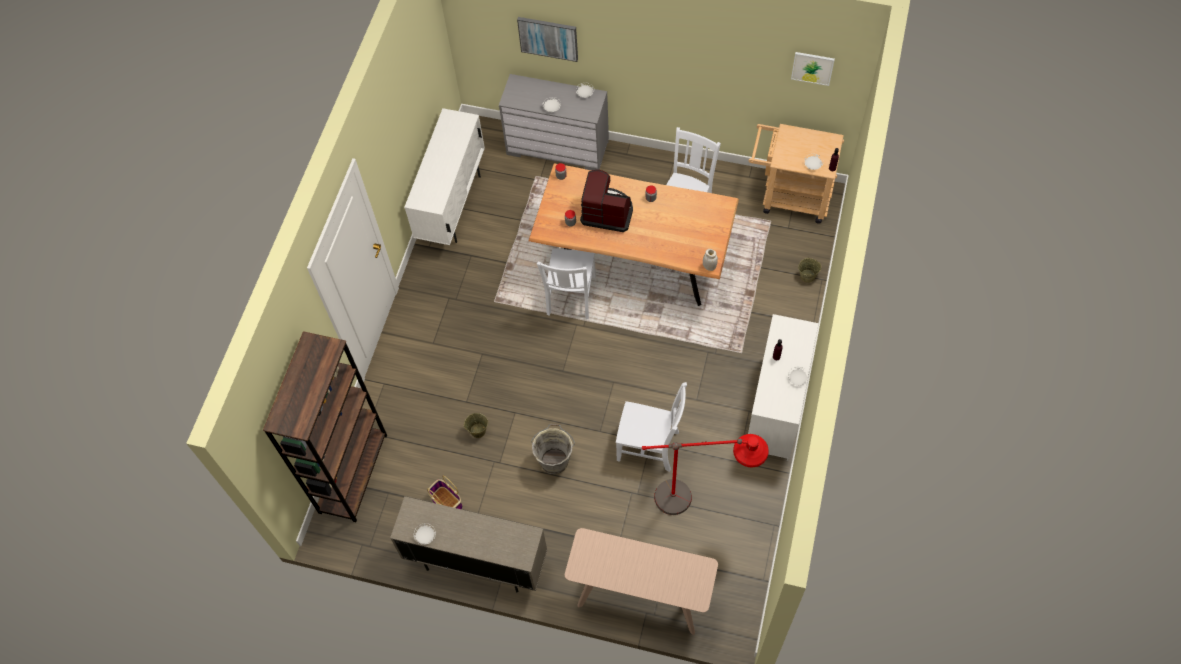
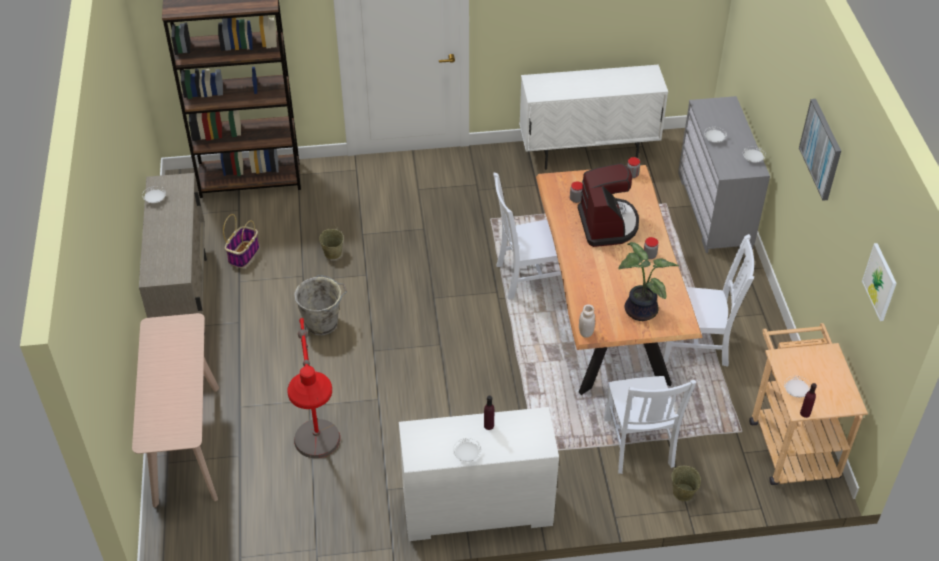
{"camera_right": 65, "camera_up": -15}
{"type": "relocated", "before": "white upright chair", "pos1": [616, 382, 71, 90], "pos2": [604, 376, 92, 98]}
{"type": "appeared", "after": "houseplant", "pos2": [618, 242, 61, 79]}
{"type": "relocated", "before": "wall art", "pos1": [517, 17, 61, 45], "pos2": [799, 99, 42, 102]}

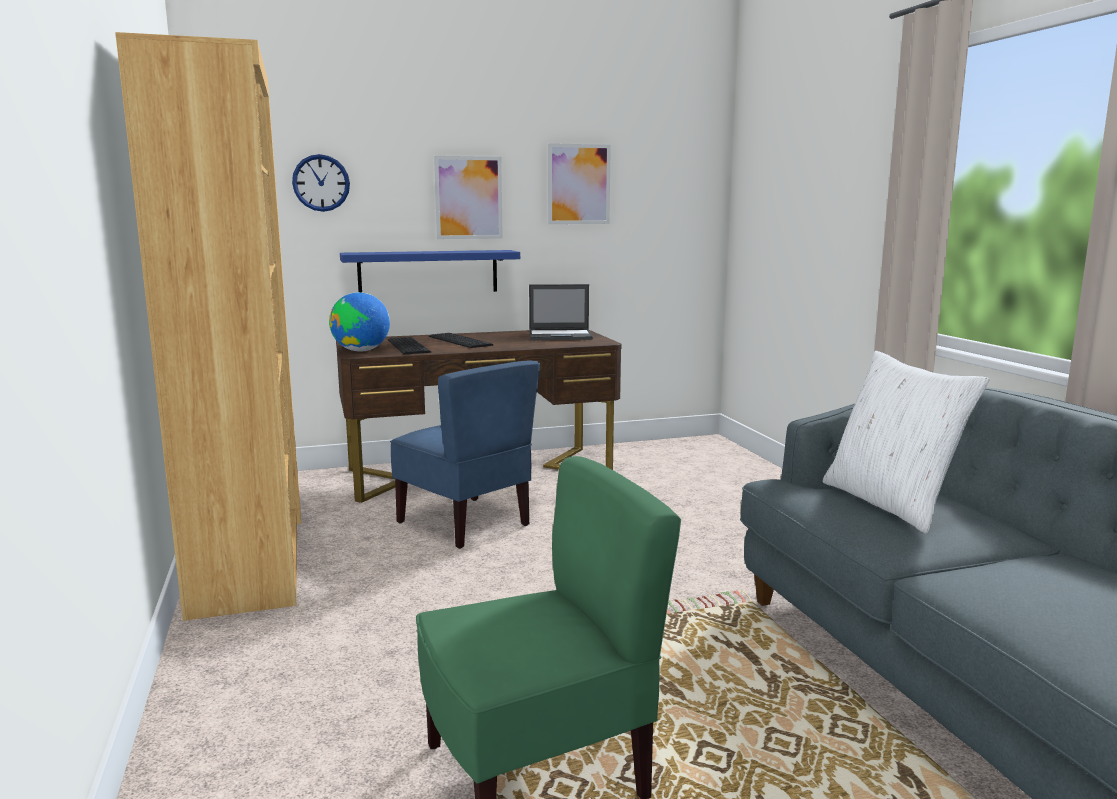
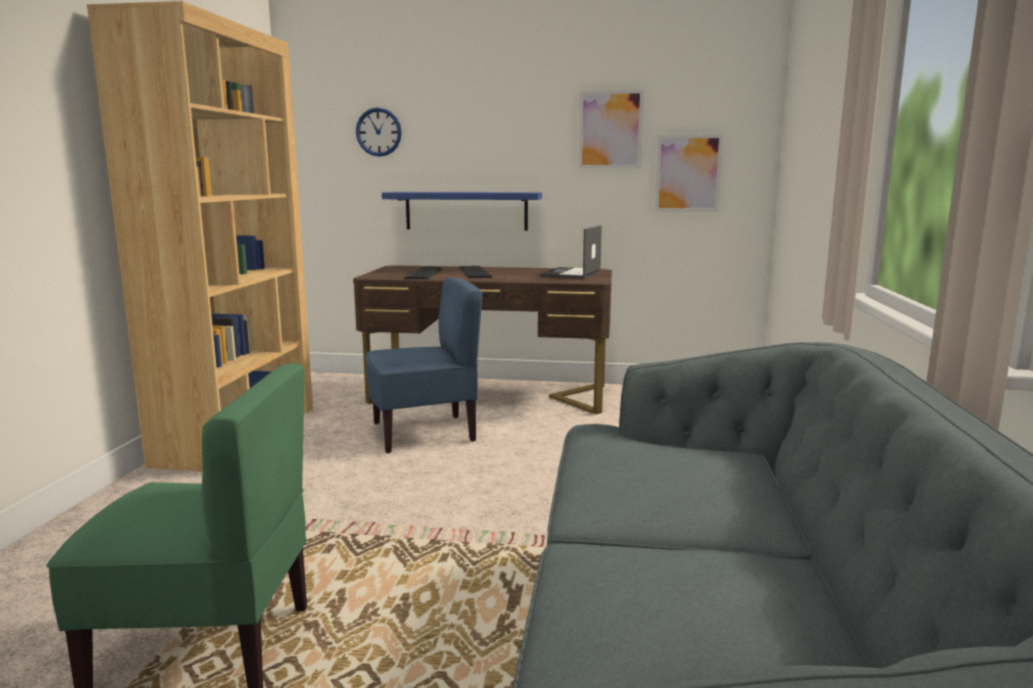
{"camera_right": 25, "camera_up": 0}
{"type": "spun", "before": "bluish upright chair", "pos1": [390, 360, 150, 189], "pos2": [366, 277, 116, 177], "turn": -90}
{"type": "spun", "before": "notebook computer", "pos1": [529, 284, 64, 56], "pos2": [540, 225, 62, 54], "turn": 90}
{"type": "relocated", "before": "wall art", "pos1": [434, 156, 69, 83], "pos2": [655, 134, 68, 78]}
{"type": "missing", "before": "desk globe", "pos1": [329, 292, 61, 60]}
{"type": "missing", "before": "white cushion", "pos1": [823, 351, 167, 183]}

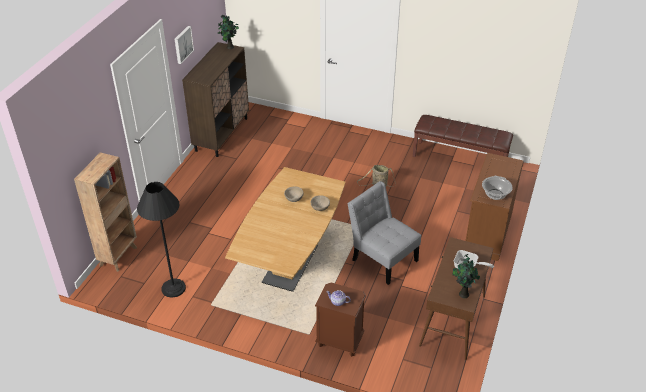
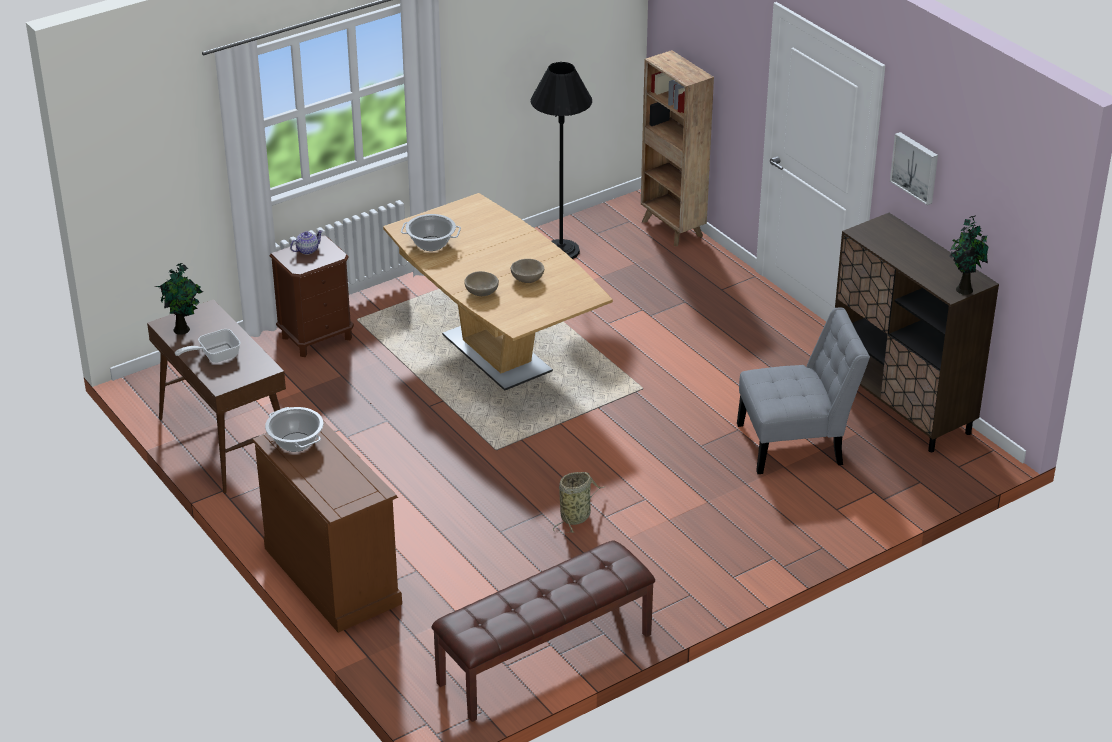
{"camera_right": 125, "camera_up": -5}
{"type": "appeared", "after": "cooking pot", "pos2": [401, 214, 60, 37]}
{"type": "relocated", "before": "greyish upright chair", "pos1": [347, 181, 74, 104], "pos2": [737, 308, 133, 166]}

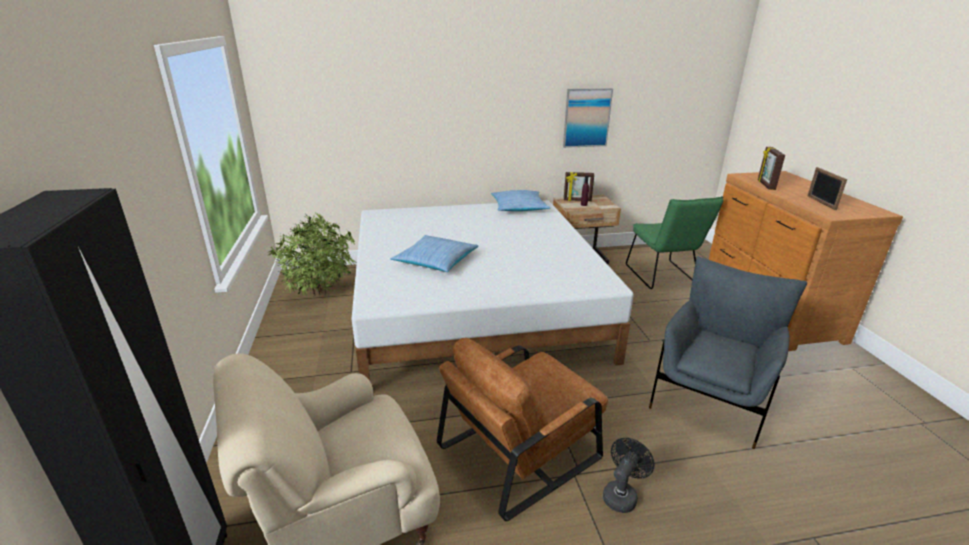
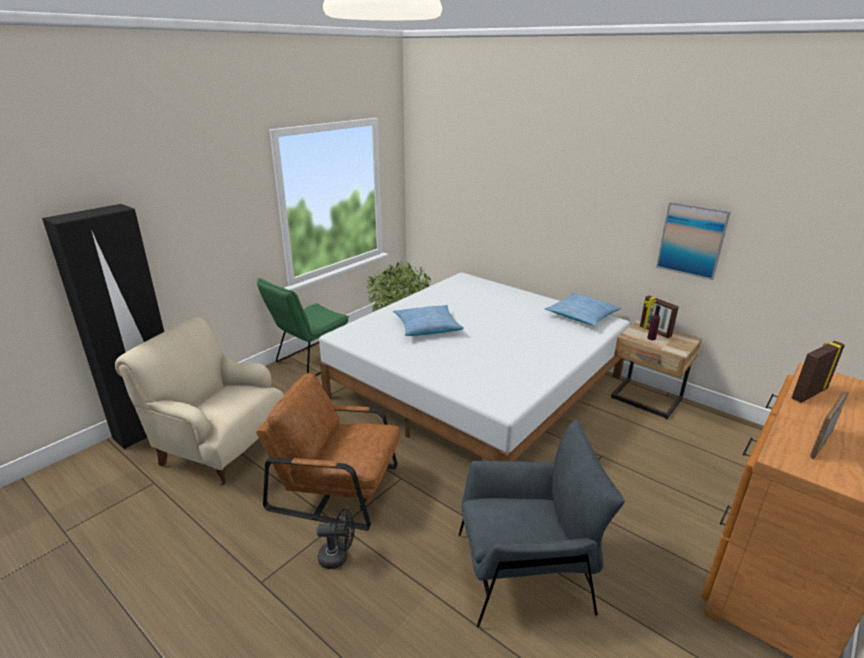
{"camera_right": 50, "camera_up": 0}
{"type": "relocated", "before": "green upright chair", "pos1": [626, 196, 98, 93], "pos2": [257, 278, 92, 98]}

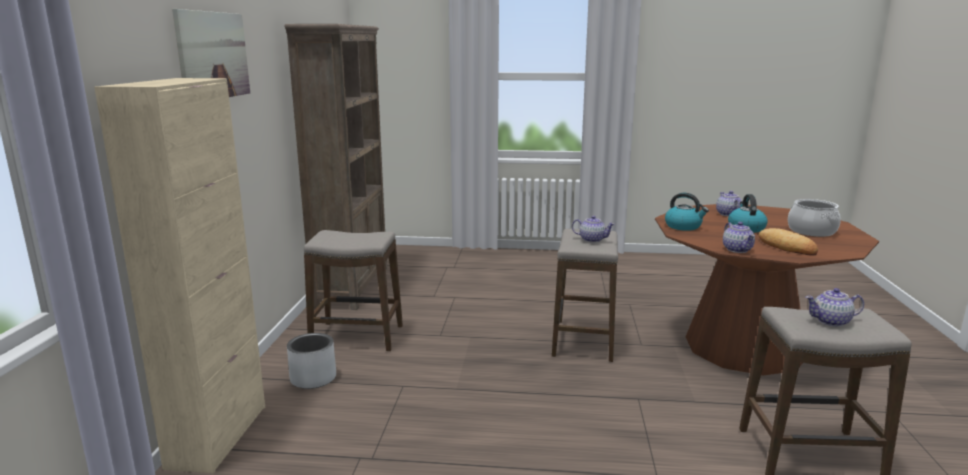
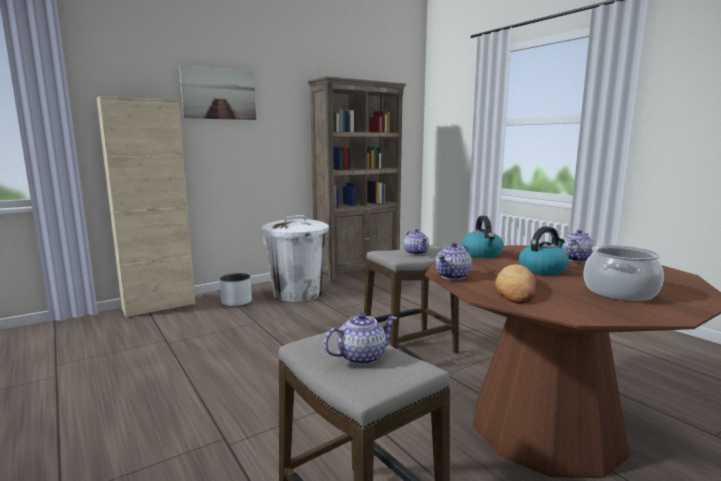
{"camera_right": 50, "camera_up": -5}
{"type": "exchanged", "before": "sitting stool", "after": "white trash can", "pos1": [304, 230, 99, 122], "pos2": [262, 215, 67, 87]}
{"type": "spun", "before": "pot for tea", "pos1": [806, 288, 58, 39], "pos2": [324, 313, 73, 52], "turn": 105}

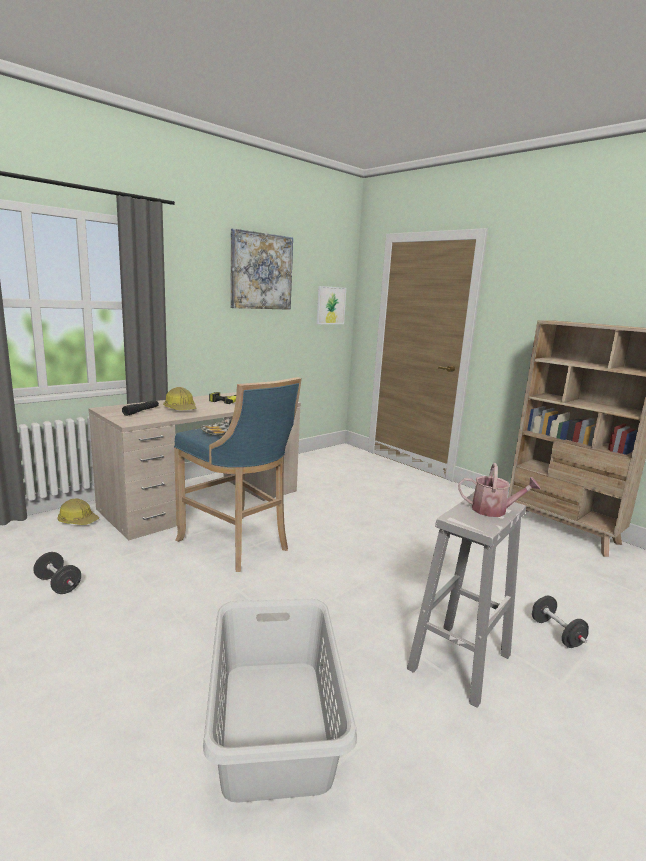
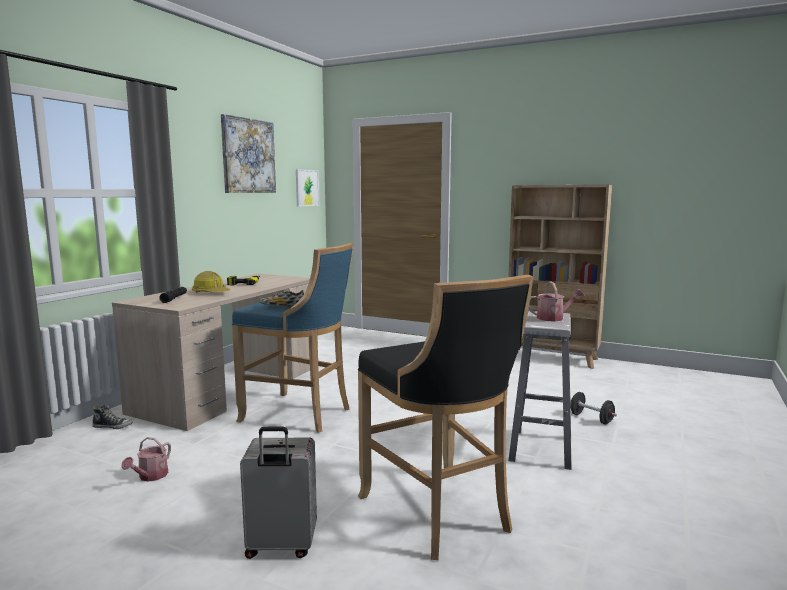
{"camera_right": -20, "camera_up": -5}
{"type": "exchanged", "before": "hard hat", "after": "low shoe", "pos1": [57, 499, 42, 26], "pos2": [92, 404, 41, 25]}
{"type": "exchanged", "before": "blackish dumbbell", "after": "sprinkling can", "pos1": [33, 552, 48, 42], "pos2": [121, 437, 50, 45]}
{"type": "appeared", "after": "greyish piece of luggage", "pos2": [240, 427, 77, 132]}
{"type": "exchanged", "before": "greyish hamper", "after": "blackish sitting stool", "pos1": [203, 599, 154, 204], "pos2": [358, 275, 176, 285]}

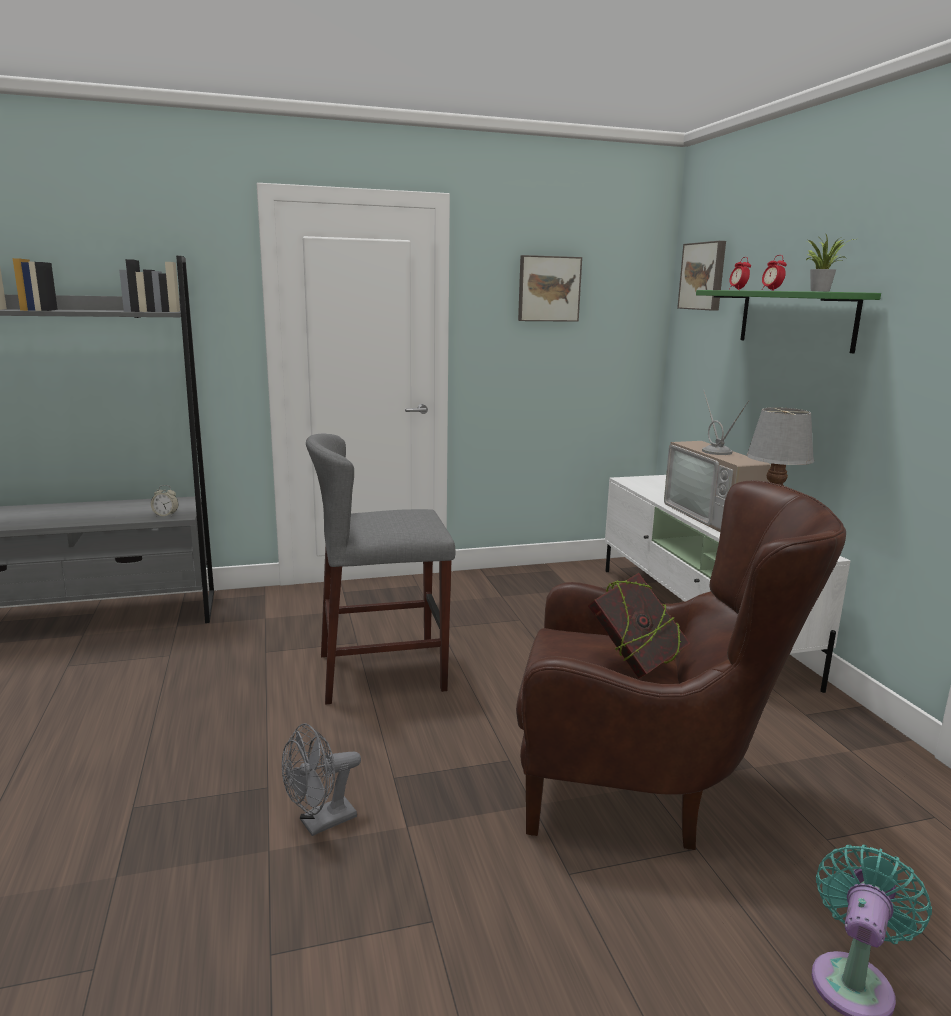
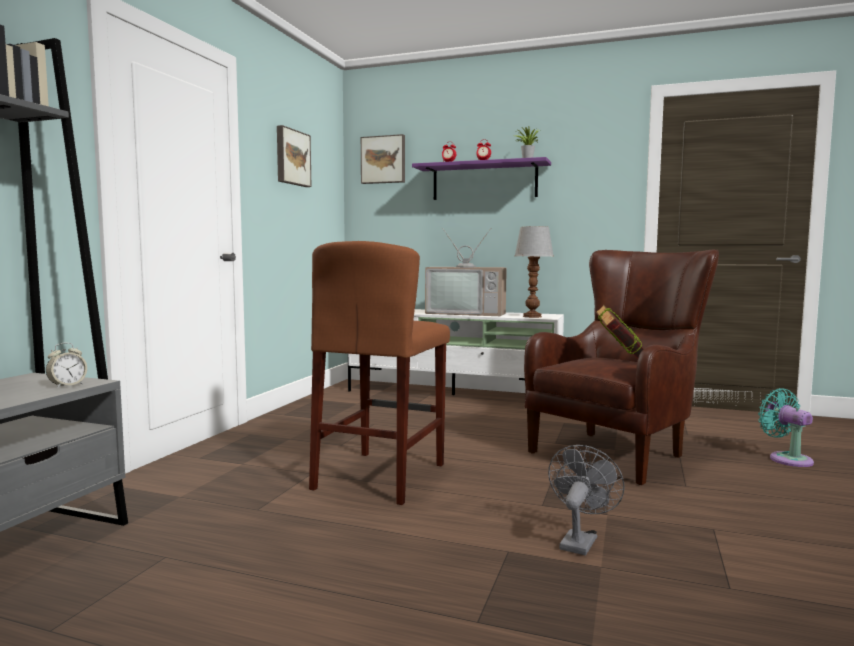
{"camera_right": -55, "camera_up": -10}
{"type": "colour", "before": "greyish sitting stool", "after": "brown sitting stool", "pos1": [306, 434, 149, 270], "pos2": [309, 241, 141, 264]}
{"type": "colour", "before": "green shelf", "after": "purple-coloured shelf", "pos1": [696, 290, 185, 63], "pos2": [412, 157, 139, 43]}
{"type": "spun", "before": "greyish electric fan", "pos1": [282, 724, 79, 112], "pos2": [548, 445, 77, 111], "turn": -150}

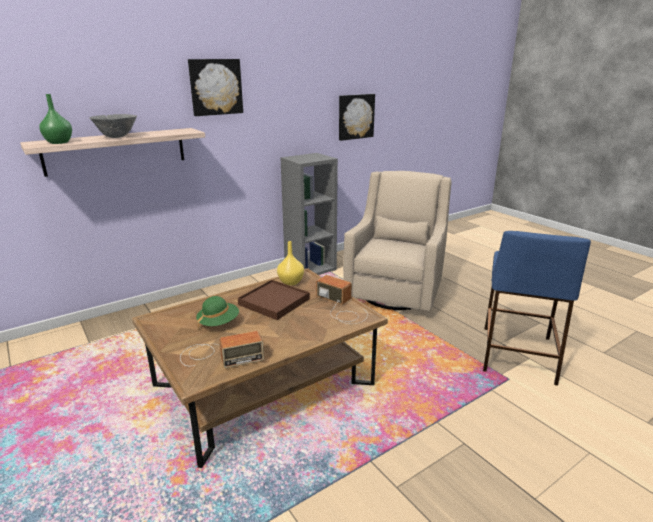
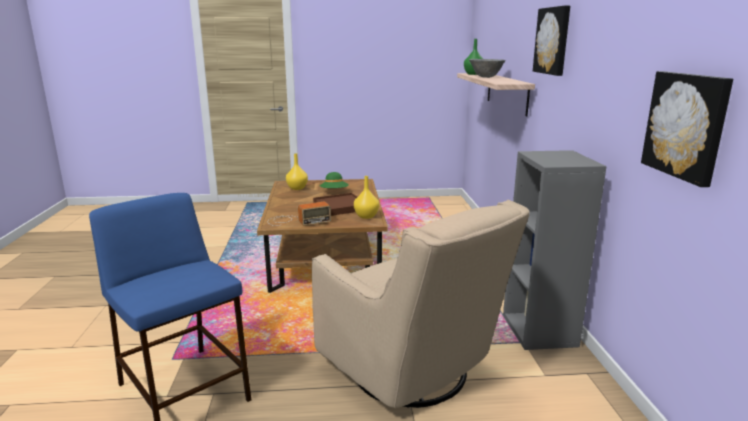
{"camera_right": 120, "camera_up": -5}
{"type": "exchanged", "before": "radio set", "after": "yellowish flower vase", "pos1": [180, 331, 84, 37], "pos2": [286, 153, 22, 37]}

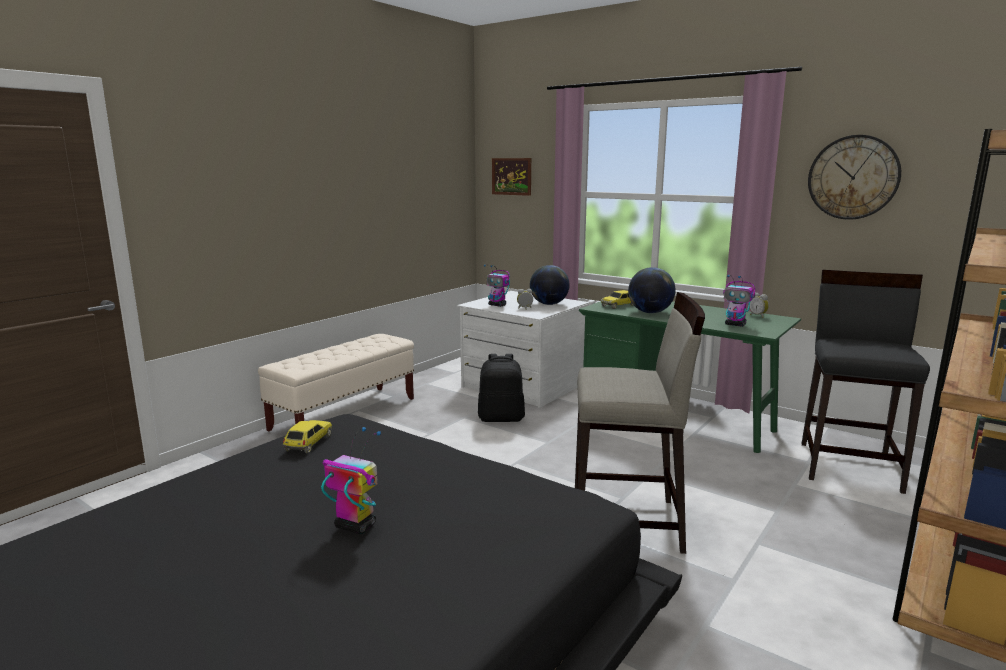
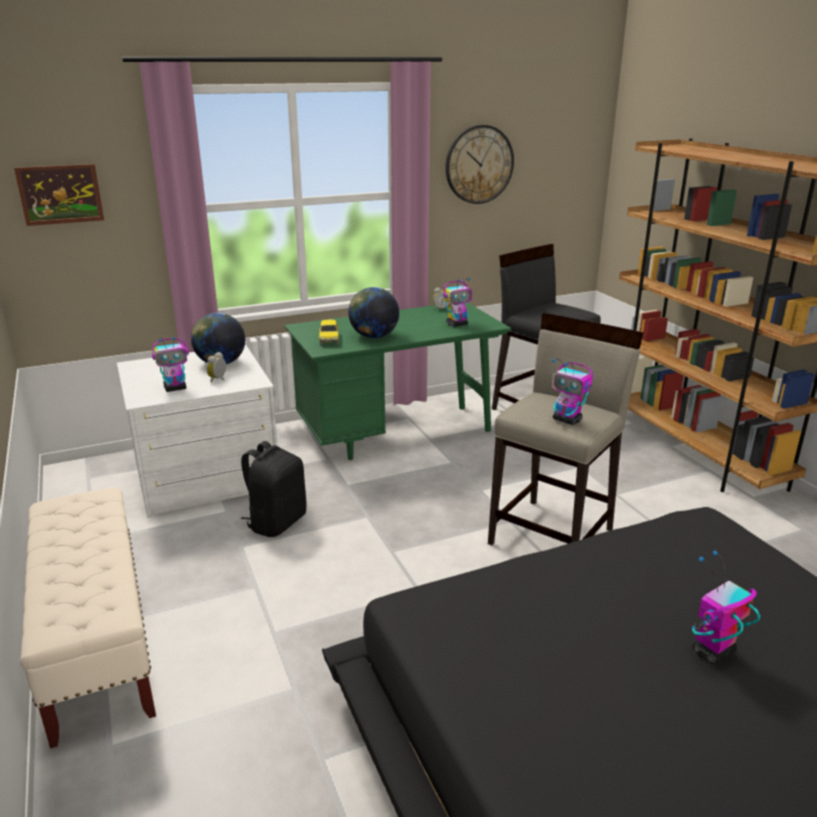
{"camera_right": -60, "camera_up": 10}
{"type": "appeared", "after": "model robot", "pos2": [552, 359, 41, 66]}
{"type": "missing", "before": "toy car", "pos1": [283, 420, 49, 34]}

